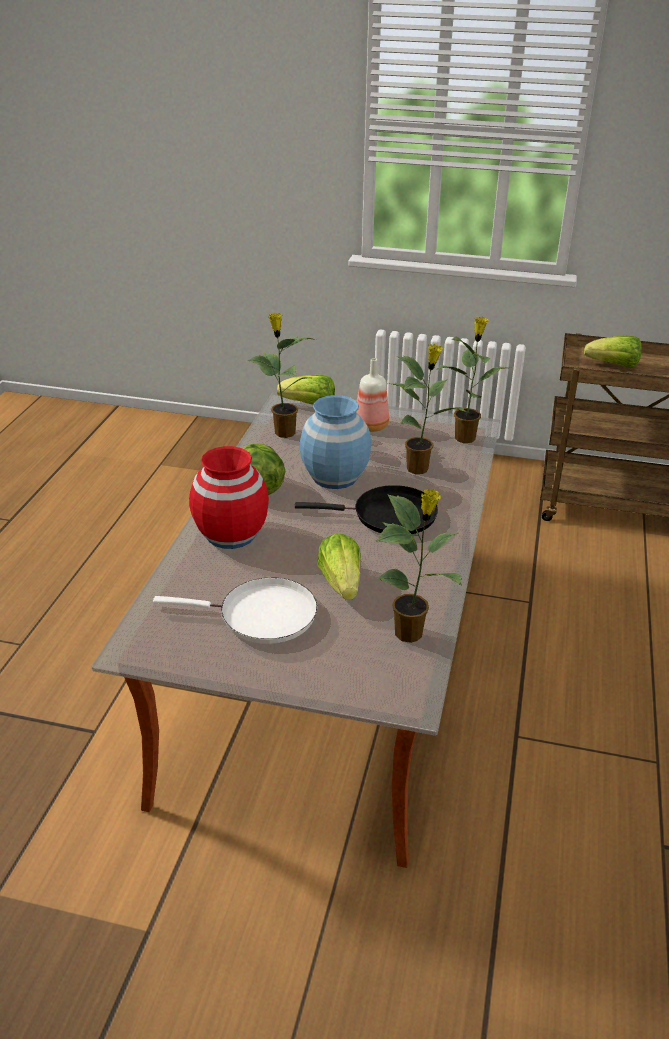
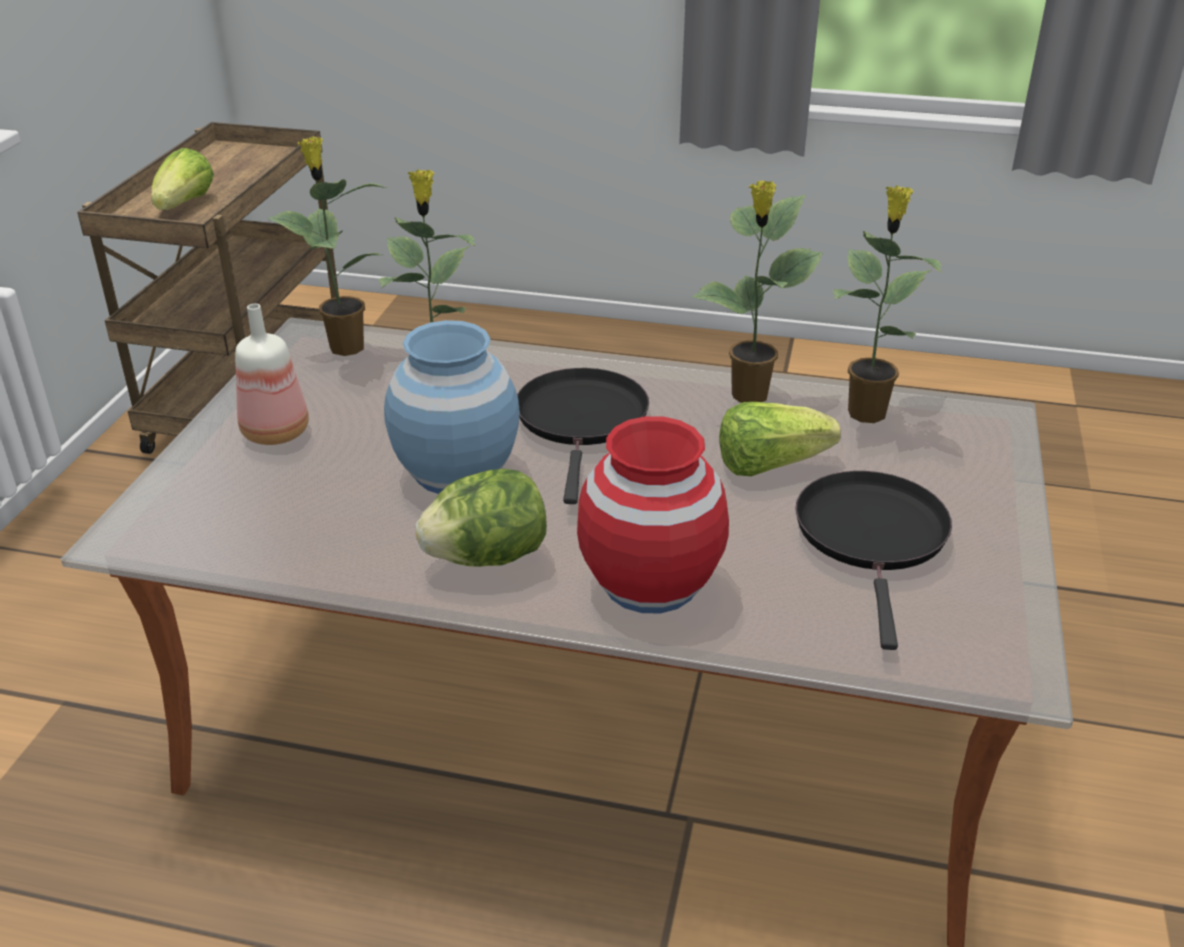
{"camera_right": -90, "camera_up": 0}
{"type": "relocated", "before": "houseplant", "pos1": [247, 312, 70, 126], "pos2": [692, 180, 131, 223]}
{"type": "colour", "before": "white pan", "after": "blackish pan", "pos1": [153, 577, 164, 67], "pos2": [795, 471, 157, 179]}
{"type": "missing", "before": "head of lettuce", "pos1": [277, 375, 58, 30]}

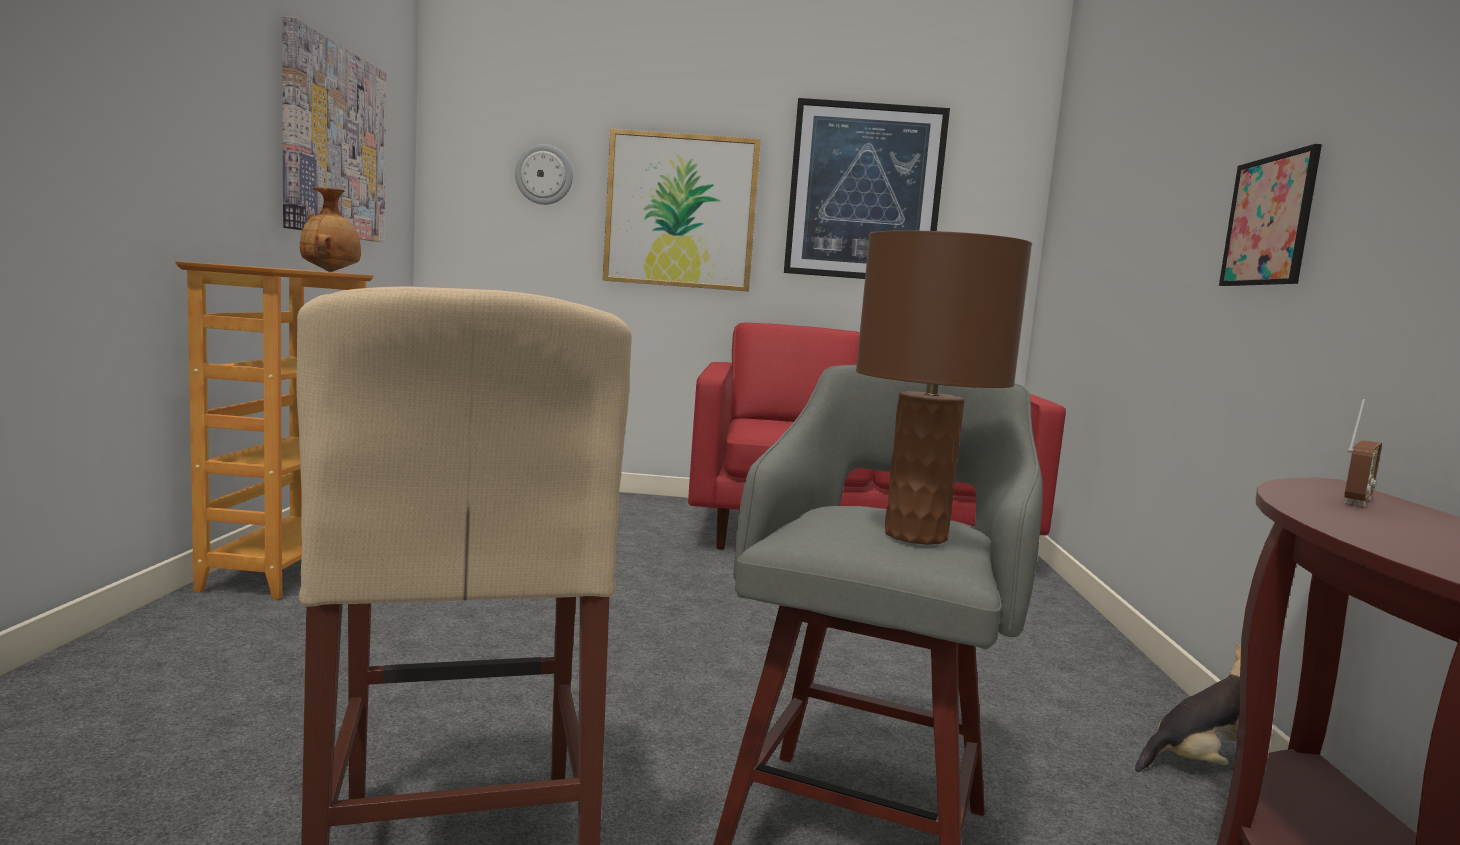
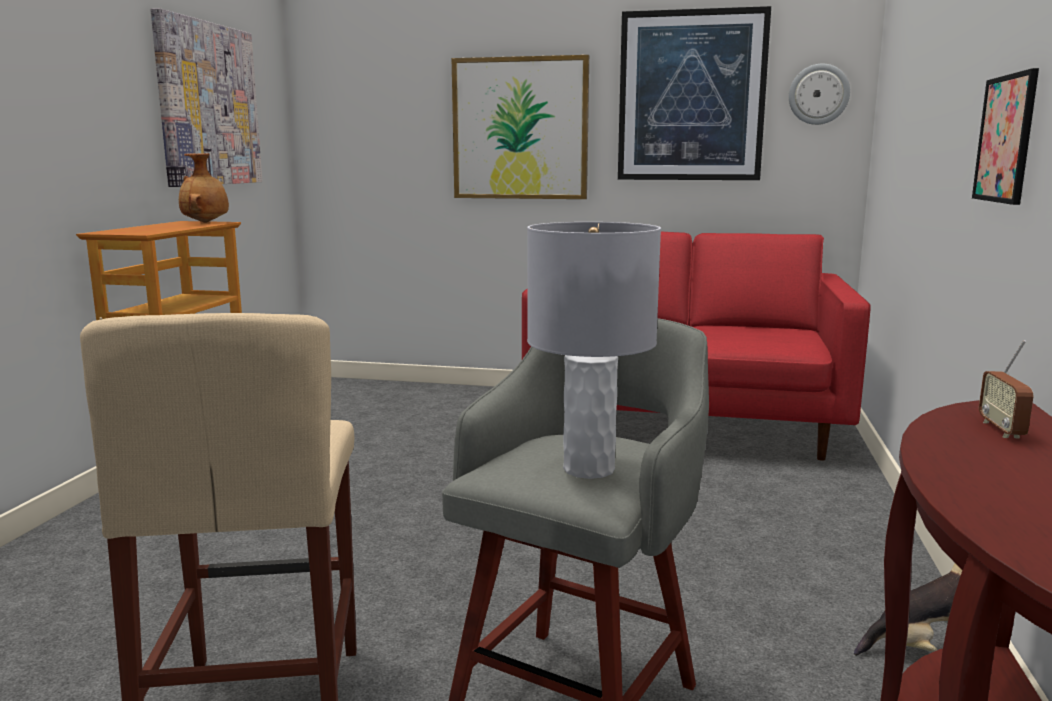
{"camera_right": 10, "camera_up": 5}
{"type": "colour", "before": "brown lamp for a table", "after": "greyish lamp for a table", "pos1": [856, 230, 176, 315], "pos2": [527, 222, 134, 257]}
{"type": "relocated", "before": "clock on the wall", "pos1": [515, 144, 58, 61], "pos2": [789, 64, 61, 61]}
{"type": "spun", "before": "radio set", "pos1": [1344, 399, 38, 108], "pos2": [979, 340, 54, 99], "turn": 135}

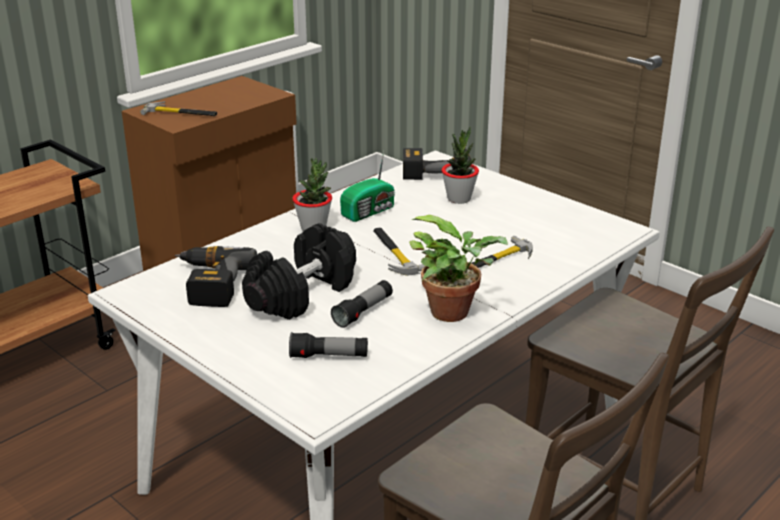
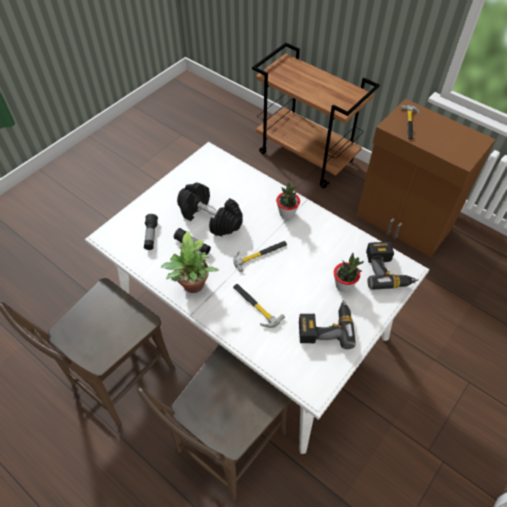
{"camera_right": 85, "camera_up": 25}
{"type": "relocated", "before": "power drill", "pos1": [175, 246, 82, 61], "pos2": [299, 300, 57, 49]}
{"type": "missing", "before": "radio set", "pos1": [340, 151, 55, 71]}

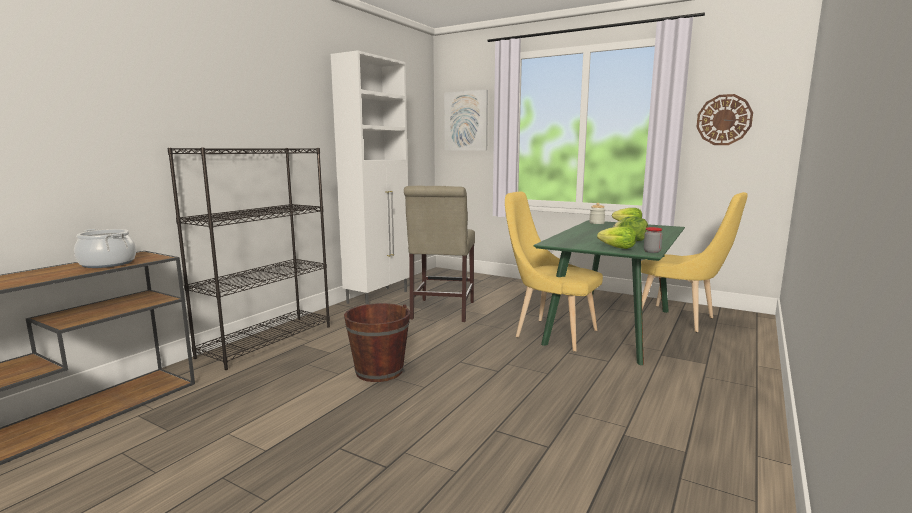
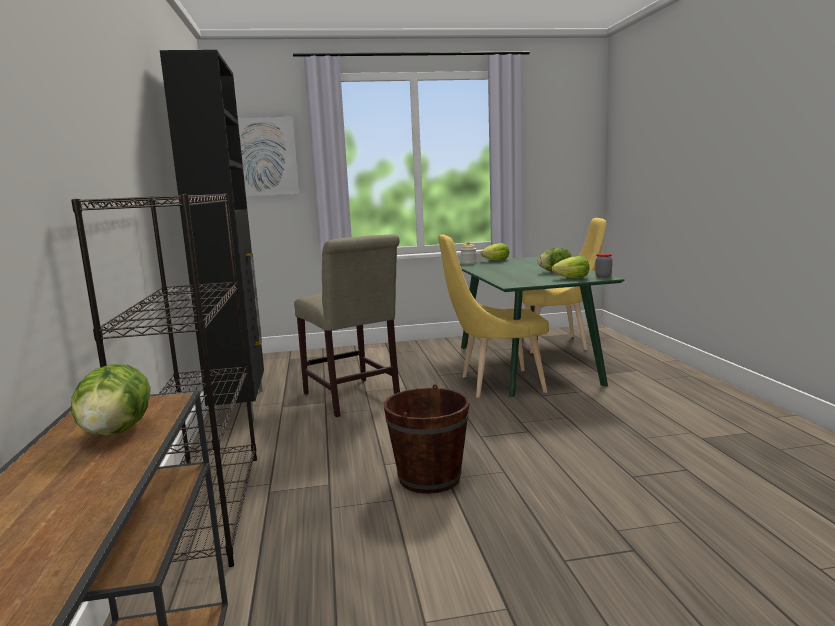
{"camera_right": -40, "camera_up": 0}
{"type": "exchanged", "before": "cooking pot", "after": "head of lettuce", "pos1": [74, 229, 62, 39], "pos2": [71, 364, 80, 72]}
{"type": "colour", "before": "white cupboard", "after": "blackish cupboard", "pos1": [331, 50, 79, 254], "pos2": [160, 50, 104, 373]}
{"type": "missing", "before": "clock on the wall", "pos1": [696, 94, 57, 51]}

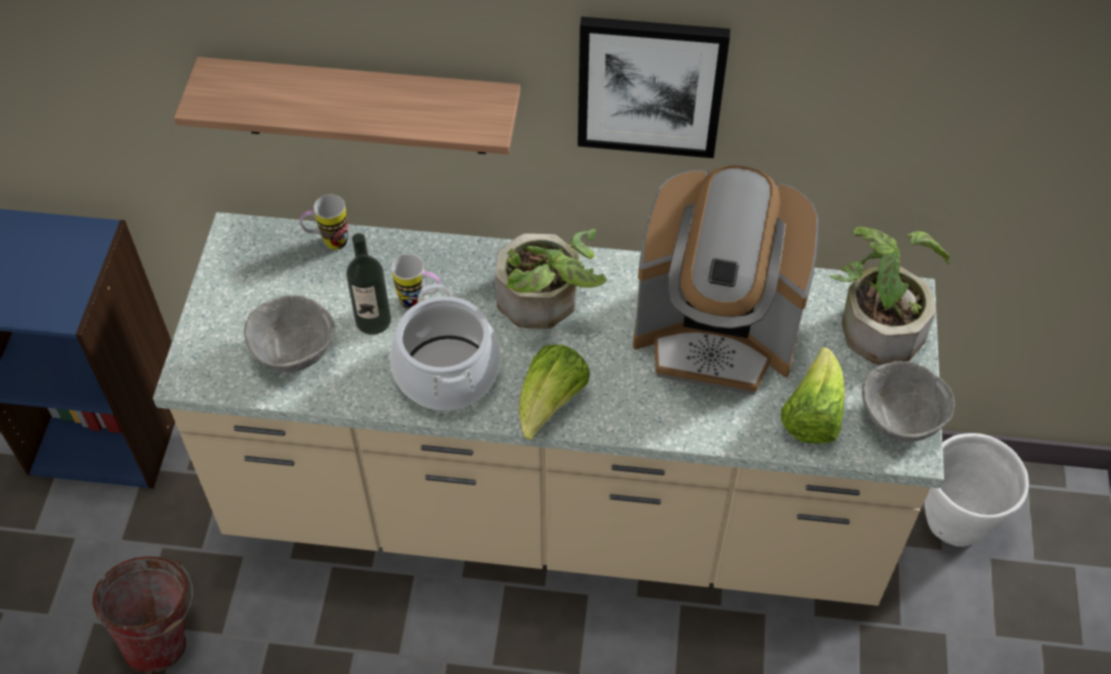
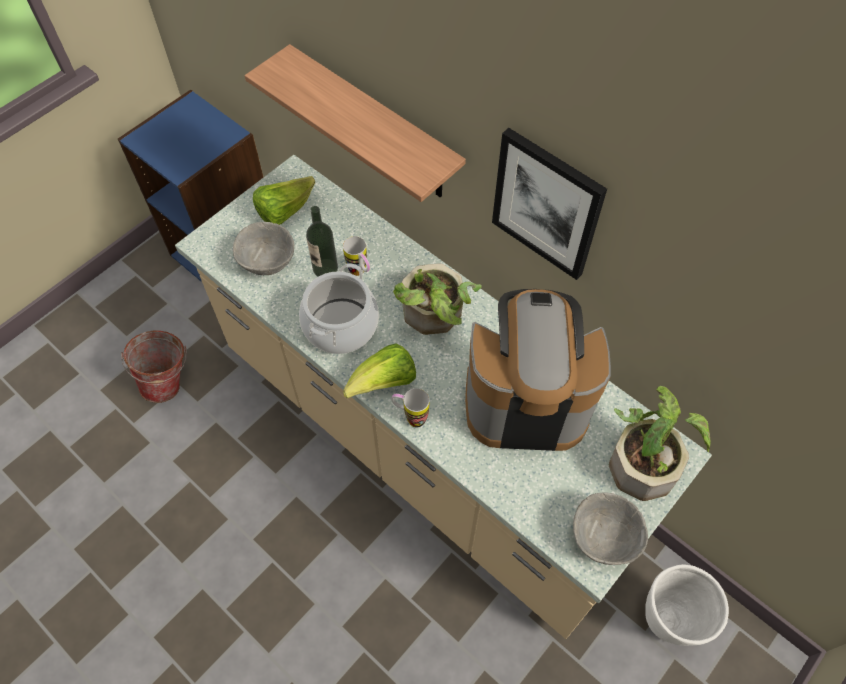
{"camera_right": 35, "camera_up": 5}
{"type": "relocated", "before": "head of lettuce", "pos1": [781, 347, 64, 97], "pos2": [253, 176, 62, 49]}
{"type": "relocated", "before": "tea mug", "pos1": [300, 194, 48, 56], "pos2": [392, 388, 38, 39]}
{"type": "spun", "before": "coffee maker", "pos1": [633, 165, 186, 230], "pos2": [465, 289, 146, 162], "turn": 135}

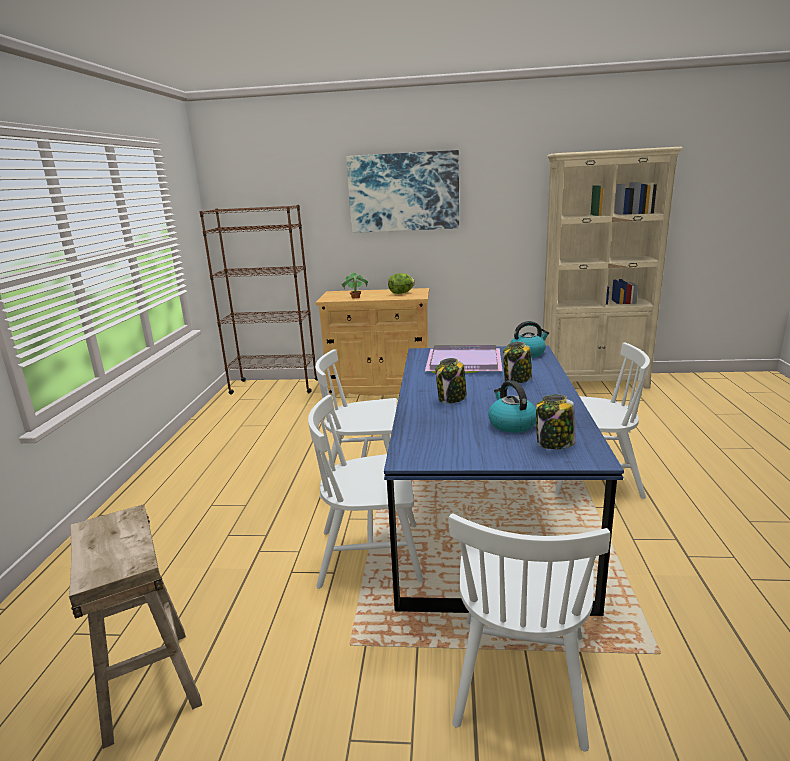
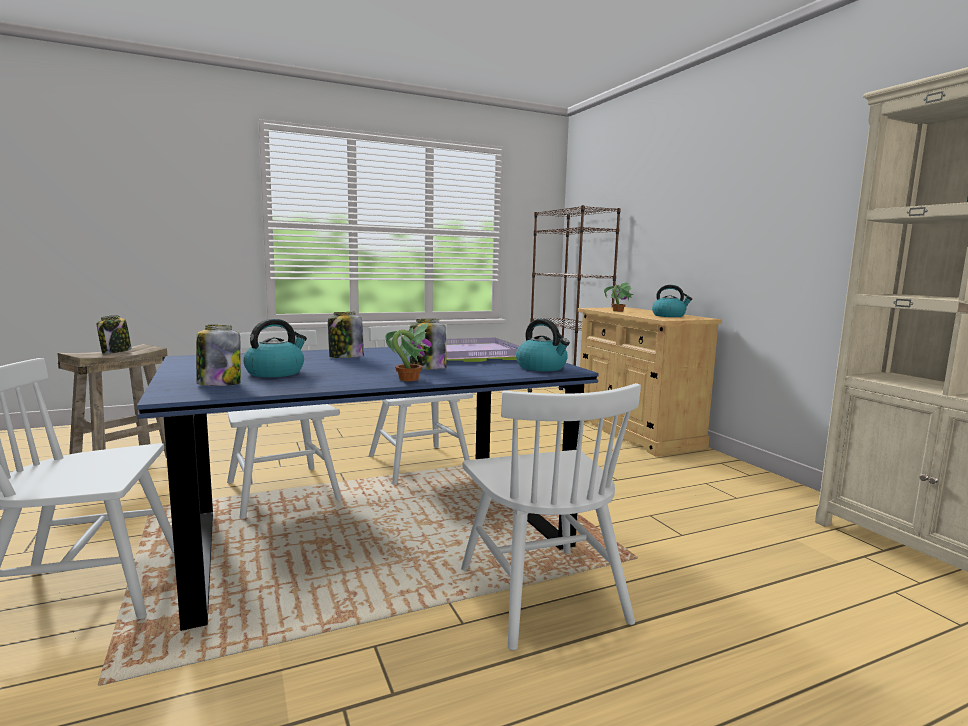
{"camera_right": 60, "camera_up": -10}
{"type": "appeared", "after": "preserve jar", "pos2": [97, 315, 35, 39]}
{"type": "appeared", "after": "houseplant", "pos2": [385, 323, 47, 58]}
{"type": "exchanged", "before": "head of lettuce", "after": "tea kettle", "pos1": [388, 273, 27, 21], "pos2": [652, 285, 40, 32]}
{"type": "missing", "before": "wall art", "pos1": [346, 150, 113, 83]}

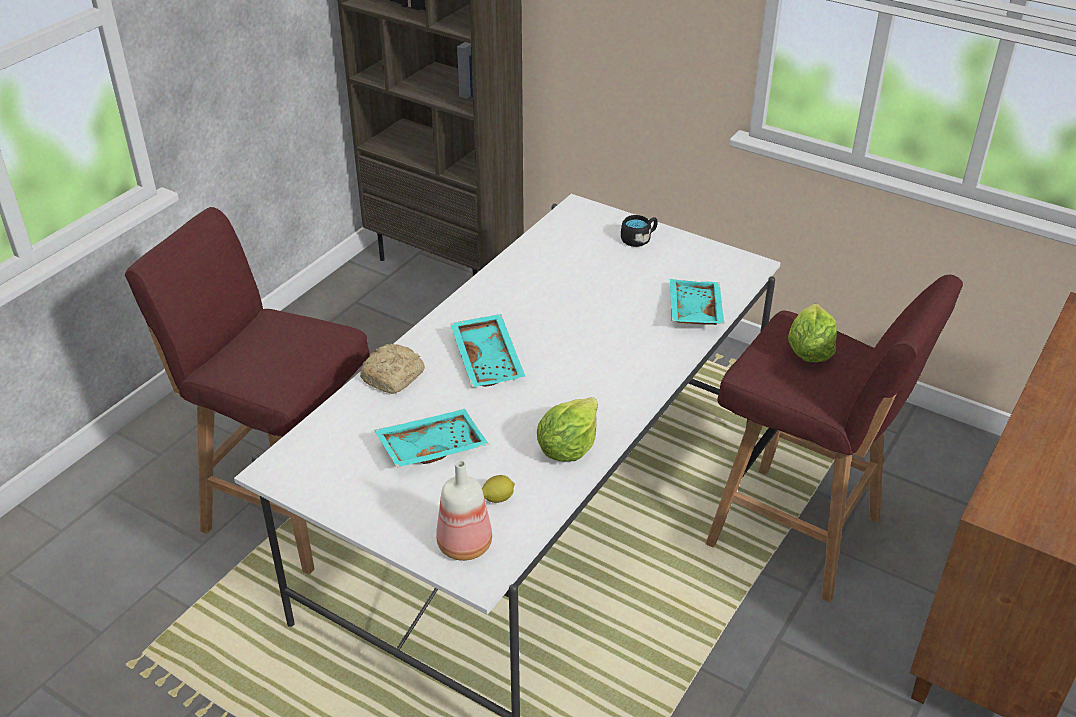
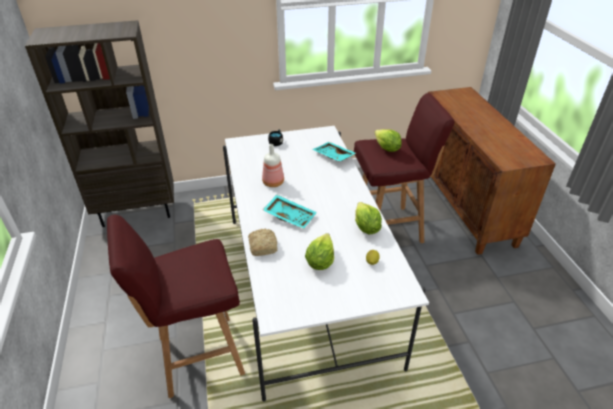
{"camera_right": -45, "camera_up": 0}
{"type": "relocated", "before": "drink bottle", "pos1": [436, 460, 56, 101], "pos2": [262, 144, 22, 43]}
{"type": "exchanged", "before": "turquoise carrying tray", "after": "head of lettuce", "pos1": [375, 409, 114, 58], "pos2": [305, 233, 29, 37]}

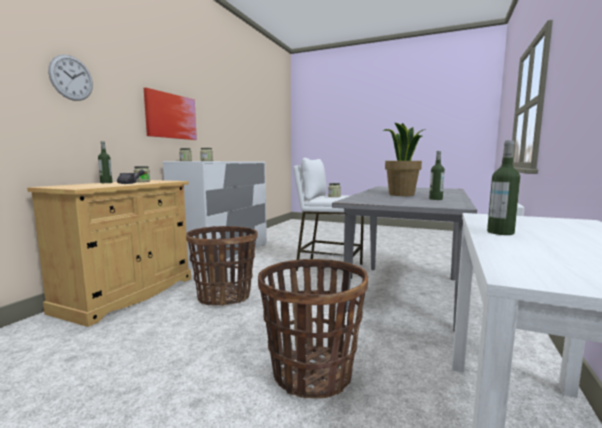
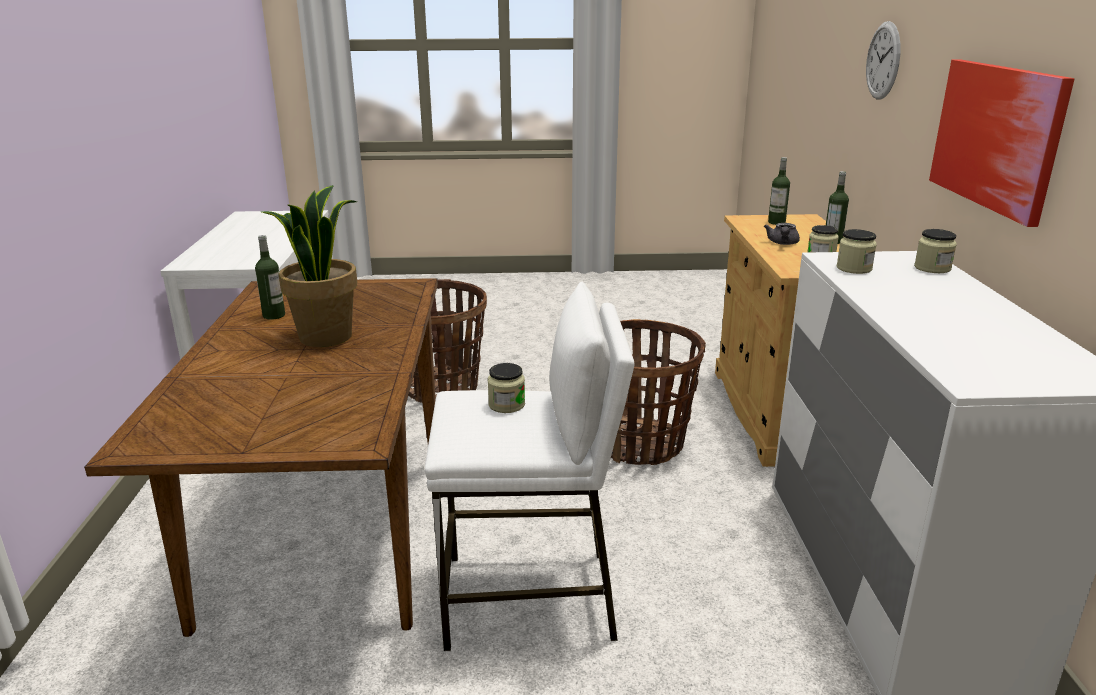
{"camera_right": 155, "camera_up": 15}
{"type": "colour", "before": "greyish dining table", "after": "brown dining table", "pos1": [332, 186, 145, 146], "pos2": [84, 278, 354, 359]}
{"type": "relocated", "before": "drink bottle", "pos1": [487, 140, 33, 95], "pos2": [768, 157, 22, 68]}

